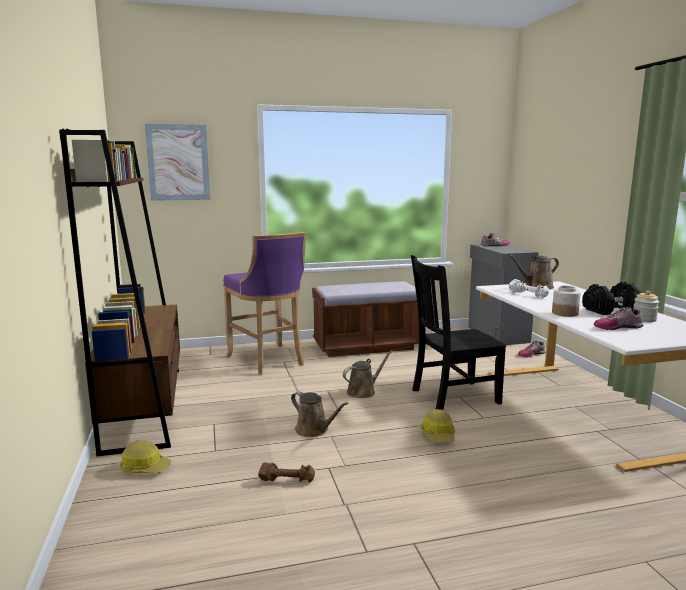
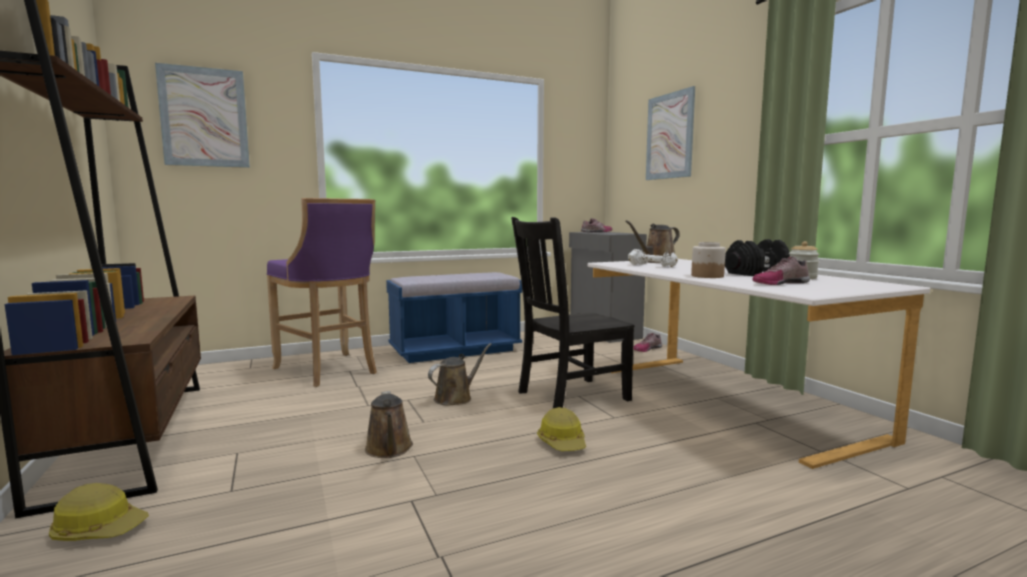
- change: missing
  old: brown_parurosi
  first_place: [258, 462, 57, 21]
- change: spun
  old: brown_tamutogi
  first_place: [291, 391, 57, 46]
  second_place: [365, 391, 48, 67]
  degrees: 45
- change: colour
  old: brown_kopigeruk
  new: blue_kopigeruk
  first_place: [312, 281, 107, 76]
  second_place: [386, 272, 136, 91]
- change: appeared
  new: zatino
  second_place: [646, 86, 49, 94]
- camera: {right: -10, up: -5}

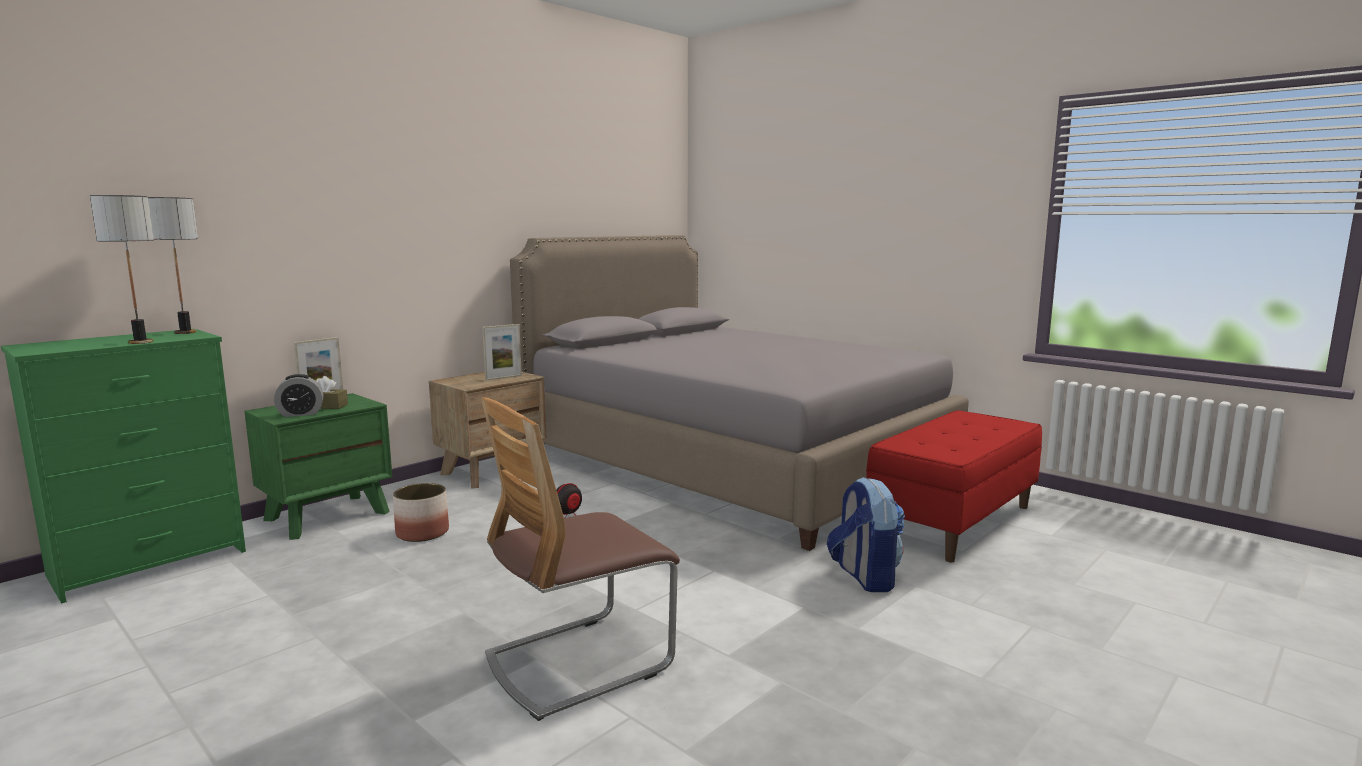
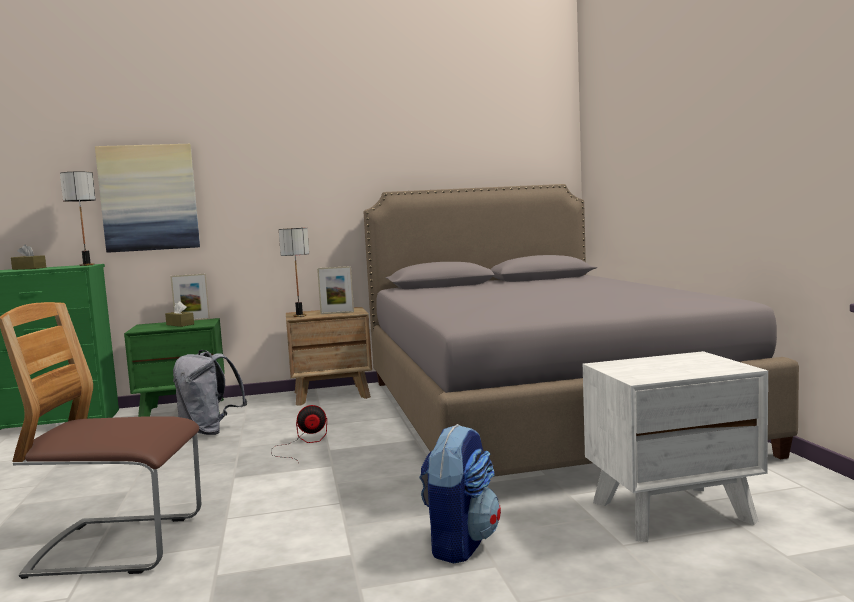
- change: relocated
  old: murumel
  first_place: [90, 195, 64, 149]
  second_place: [279, 228, 30, 89]
- change: missing
  old: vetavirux
  first_place: [274, 374, 49, 43]
- change: exchanged
  old: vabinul
  new: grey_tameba
  first_place: [393, 483, 56, 59]
  second_place: [173, 350, 74, 85]
- change: exchanged
  old: red_kopigeruk
  new: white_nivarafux
  first_place: [866, 410, 176, 152]
  second_place: [583, 351, 185, 191]
- change: appeared
  new: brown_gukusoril
  second_place: [11, 244, 35, 26]
- change: appeared
  new: zatino
  second_place: [95, 144, 105, 109]
- camera: {right: 35, up: -5}

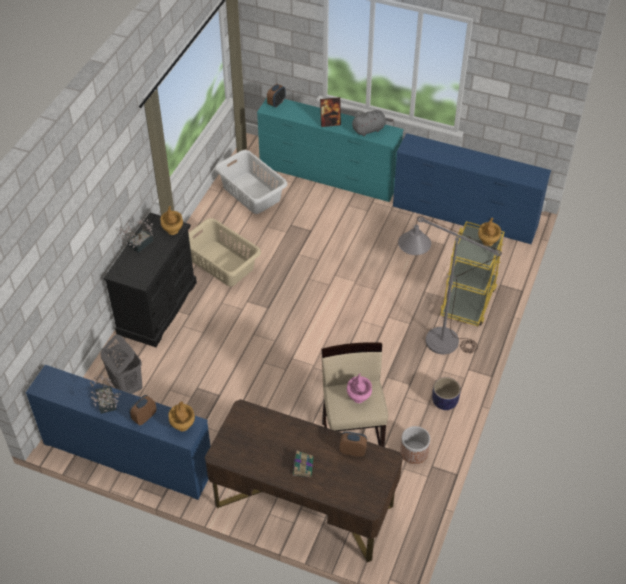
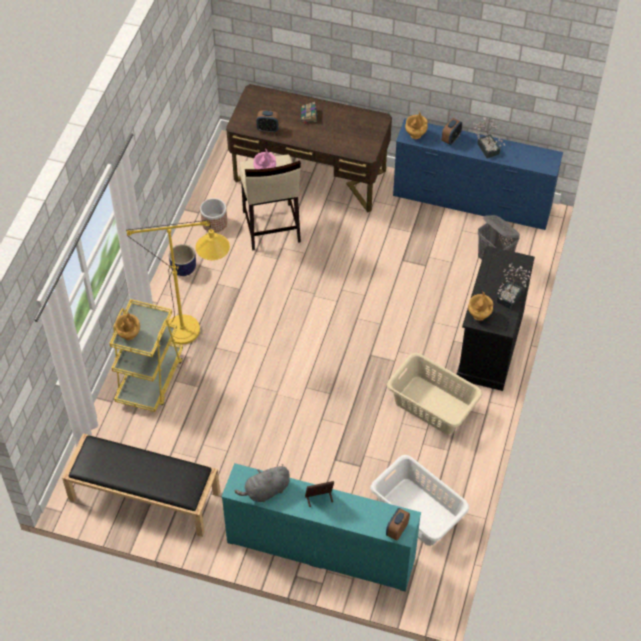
- change: exchanged
  old: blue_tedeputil
  new: black_kopigeruk
  first_place: [393, 133, 158, 111]
  second_place: [62, 433, 158, 104]
- change: colour
  old: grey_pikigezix
  new: yellow_pikigezix
  first_place: [398, 216, 104, 139]
  second_place: [126, 220, 104, 124]
- camera: {right: 175, up: 5}

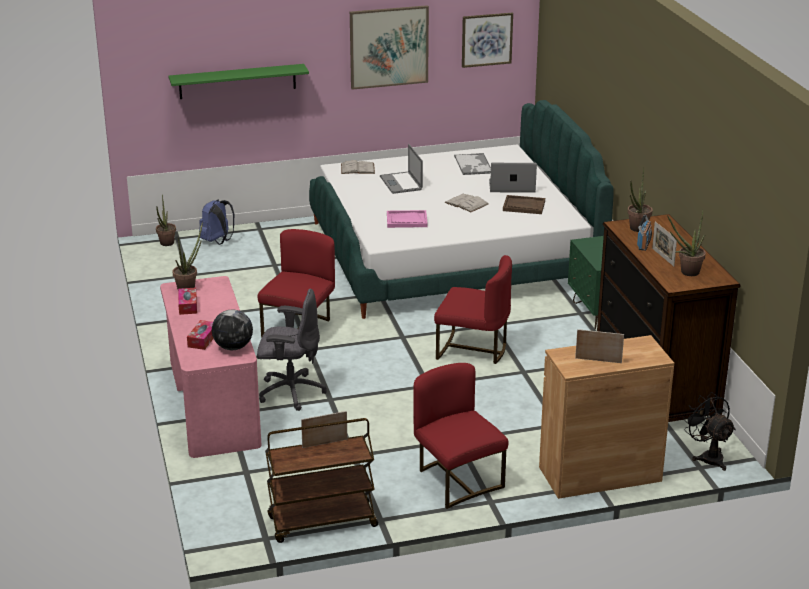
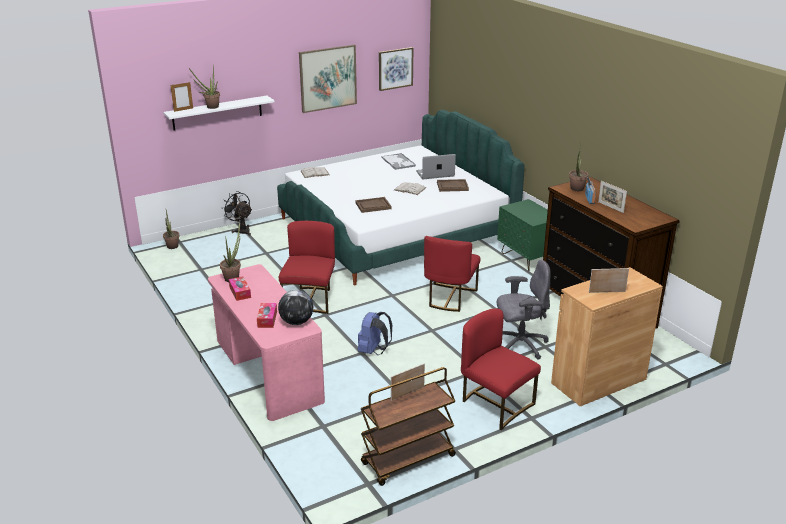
- change: colour
  old: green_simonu
  new: white_simonu
  first_place: [168, 64, 141, 35]
  second_place: [163, 95, 111, 36]
- change: relocated
  old: blue_tameba
  first_place: [199, 200, 35, 45]
  second_place: [357, 312, 35, 43]
- change: relocated
  old: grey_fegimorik
  first_place: [257, 289, 70, 122]
  second_place: [497, 260, 53, 100]
- change: missing
  old: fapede
  first_place: [380, 144, 43, 50]
- change: colour
  old: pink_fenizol
  new: brown_fenizol
  first_place: [387, 210, 41, 18]
  second_place: [355, 197, 37, 16]
- change: spun
  old: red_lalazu
  first_place: [434, 255, 78, 109]
  second_place: [424, 236, 56, 76]
  degrees: 105
- change: relocated
  old: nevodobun
  first_place: [667, 211, 39, 65]
  second_place: [189, 66, 31, 43]
- change: relocated
  old: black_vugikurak
  first_place: [683, 392, 53, 79]
  second_place: [222, 192, 30, 44]
- change: appeared
  new: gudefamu
  second_place: [171, 82, 22, 30]
- camera: {right: -15, up: 0}

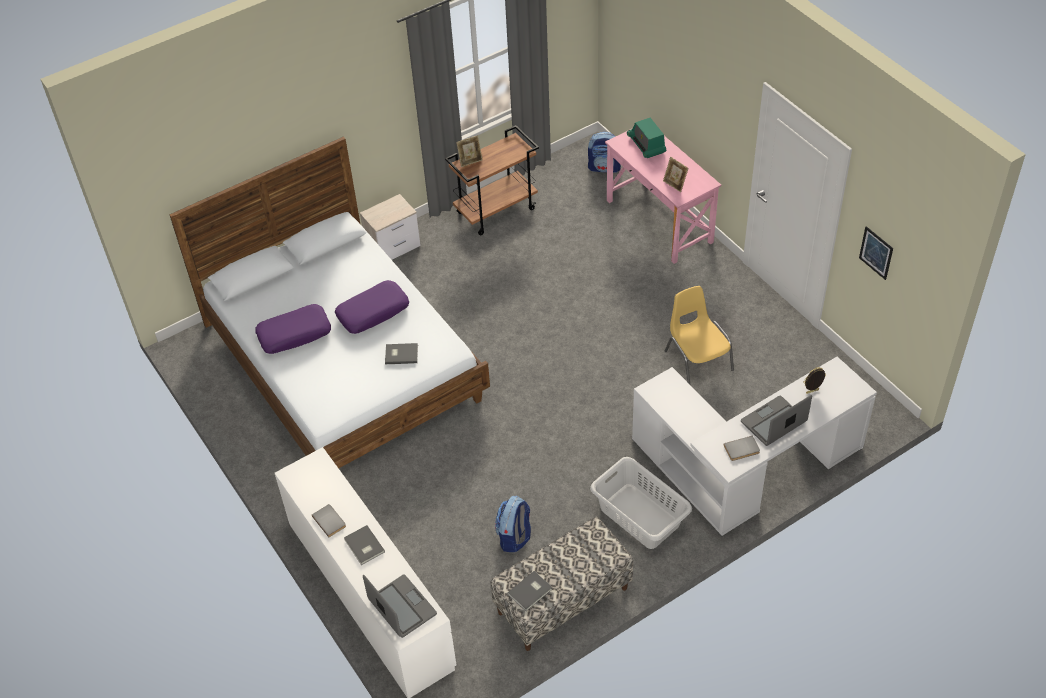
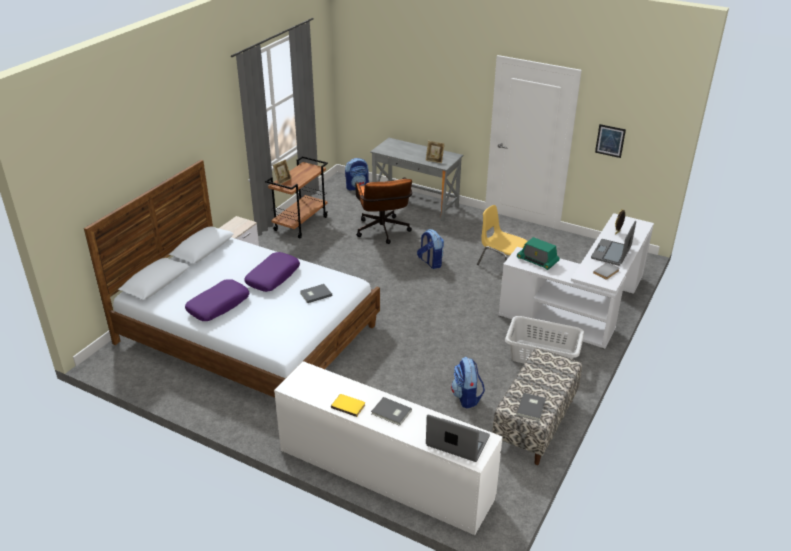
- change: colour
  old: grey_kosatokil
  new: yellow_kosatokil
  first_place: [312, 504, 34, 33]
  second_place: [331, 394, 34, 23]
- change: colour
  old: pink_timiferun
  new: grey_timiferun
  first_place: [605, 128, 116, 136]
  second_place: [370, 138, 93, 83]
- change: relocated
  old: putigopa
  first_place: [627, 118, 39, 40]
  second_place: [517, 237, 43, 33]
- change: appeared
  new: brown_fegimorik
  second_place: [355, 177, 57, 67]
- change: appeared
  new: tameba
  second_place: [417, 229, 27, 40]
- camera: {right: -30, up: -15}

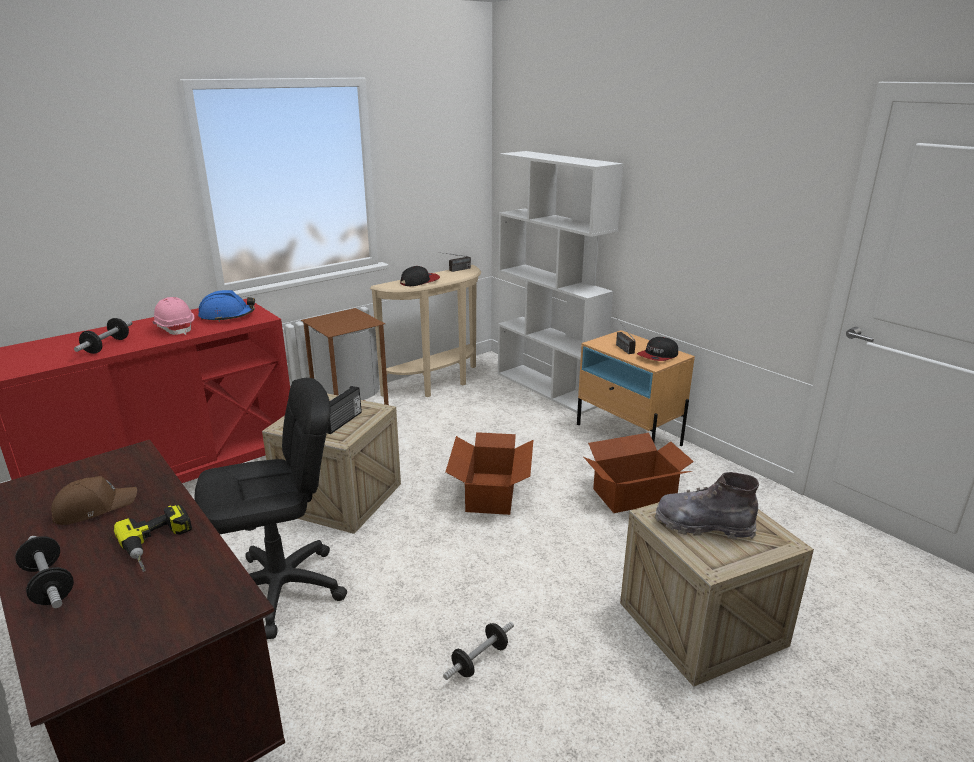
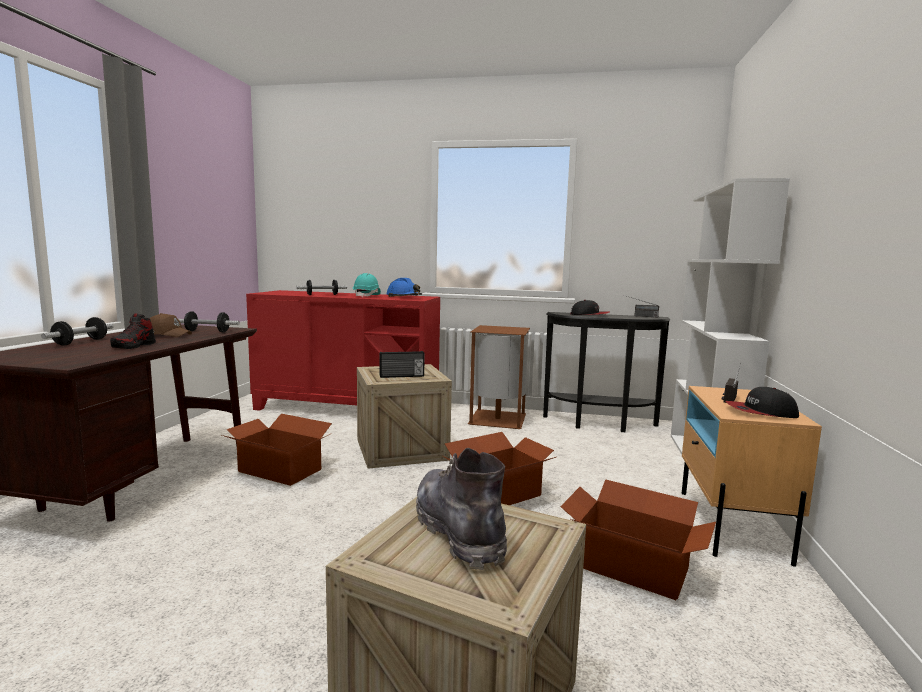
- change: exchanged
  old: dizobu
  new: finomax
  first_place: [114, 504, 78, 68]
  second_place: [110, 313, 46, 36]
- change: colour
  old: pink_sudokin
  new: turquoise_sudokin
  first_place: [153, 297, 41, 38]
  second_place: [353, 273, 28, 25]
- change: exchanged
  old: black_fegimorik
  new: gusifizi
  first_place: [194, 378, 153, 261]
  second_place: [221, 414, 111, 72]
- change: colour
  old: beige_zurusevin
  new: black_zurusevin
  first_place: [370, 265, 111, 132]
  second_place: [543, 312, 127, 120]
- change: relocated
  old: parurosi
  first_place: [443, 622, 71, 58]
  second_place: [178, 311, 62, 21]
- camera: {right: 50, up: -15}

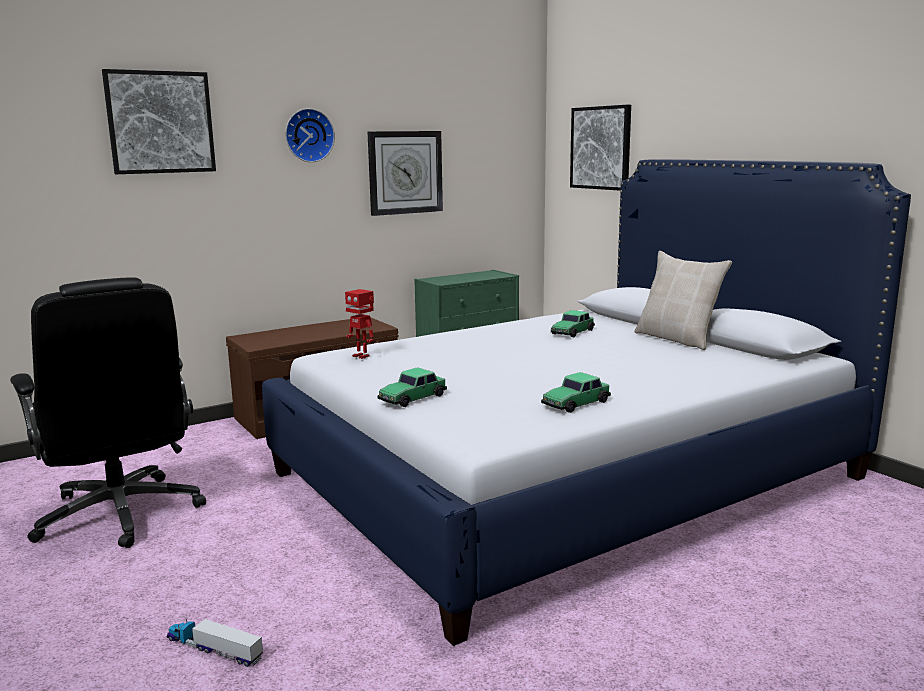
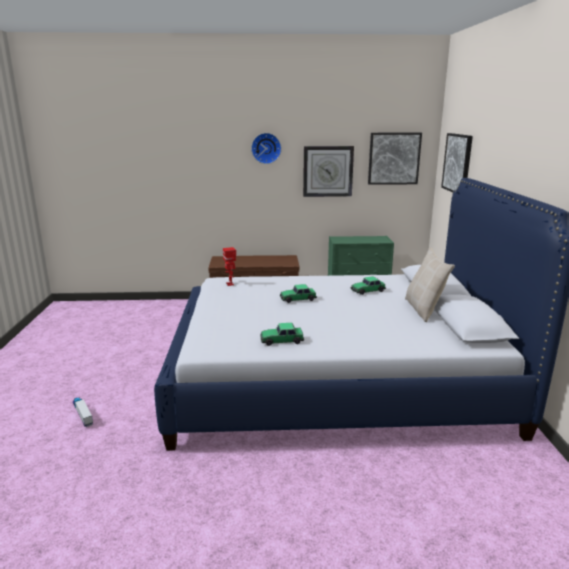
- change: missing
  old: black_fegimorik
  first_place: [10, 277, 196, 271]
- change: relocated
  old: zatino
  first_place: [102, 69, 114, 105]
  second_place: [368, 133, 54, 52]
- change: relocated
  old: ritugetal
  first_place: [377, 367, 70, 40]
  second_place: [280, 284, 37, 19]
- camera: {right: 30, up: 5}

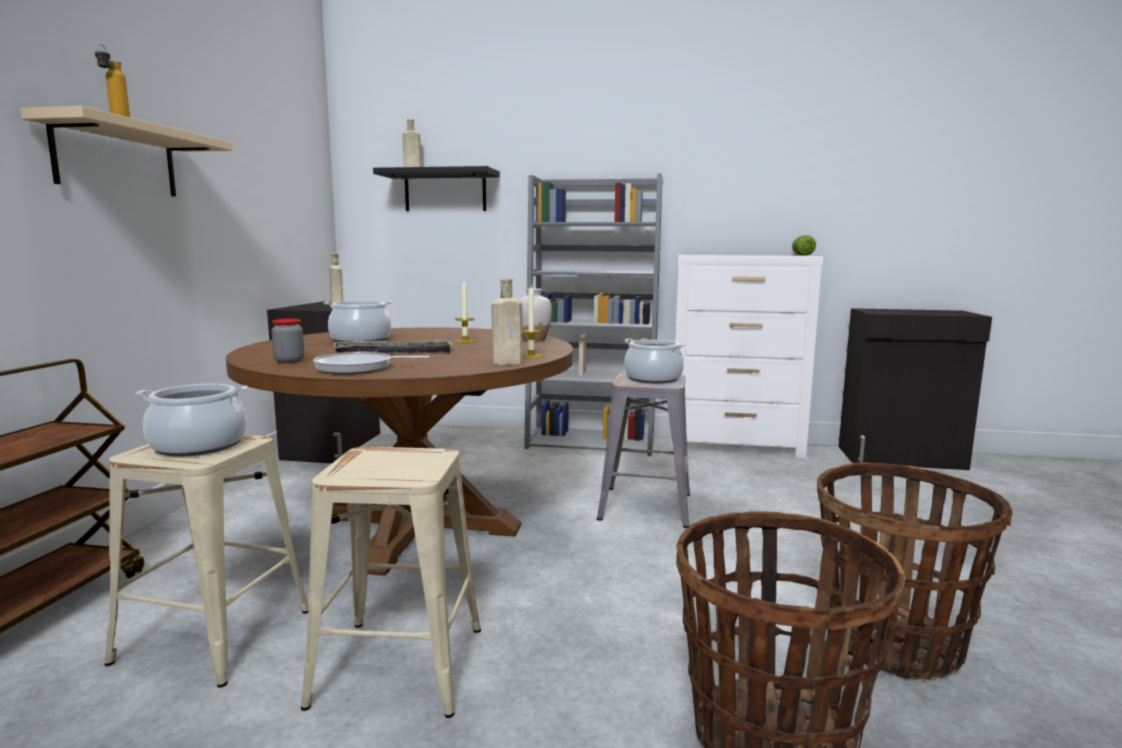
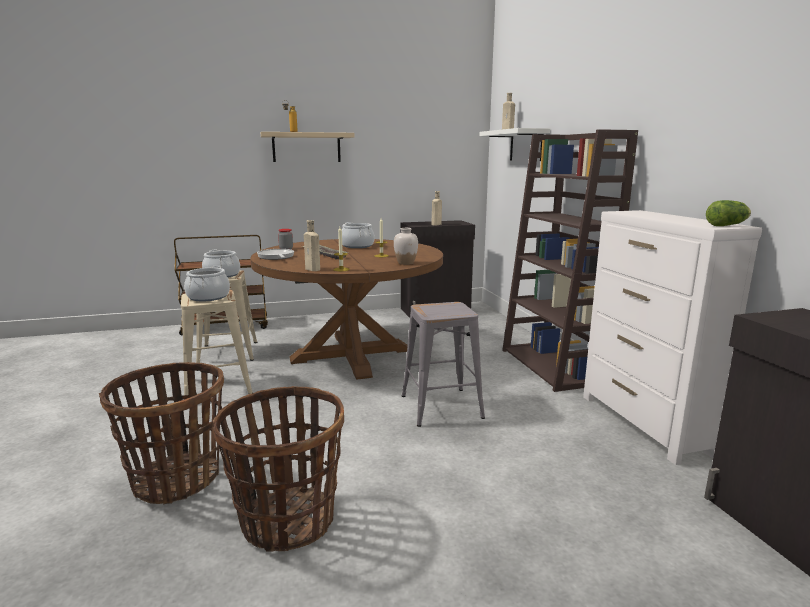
- change: colour
  old: black_simonu
  new: white_simonu
  first_place: [373, 166, 127, 45]
  second_place: [479, 128, 71, 33]
- change: colour
  old: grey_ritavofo
  new: brown_ritavofo
  first_place: [524, 174, 139, 282]
  second_place: [502, 129, 136, 263]
- change: relocated
  old: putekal
  first_place: [624, 339, 62, 45]
  second_place: [184, 266, 46, 35]
- camera: {right: 65, up: 5}

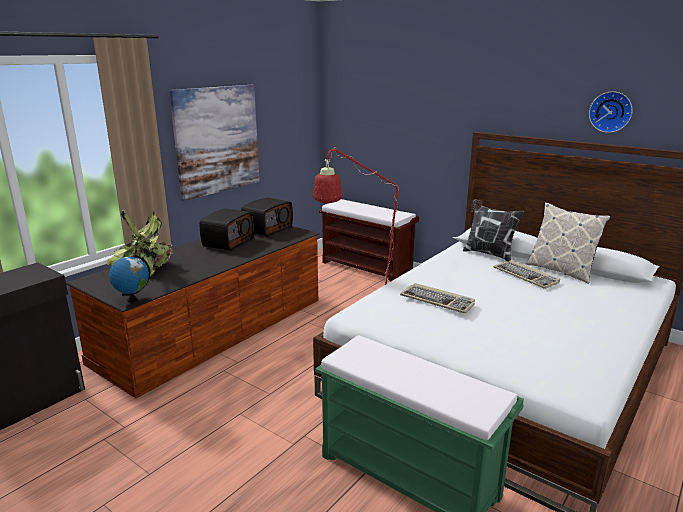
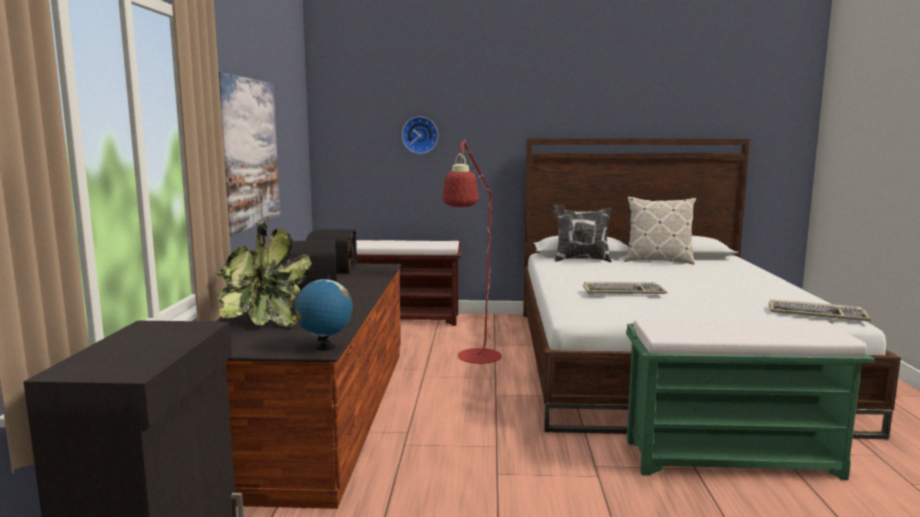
- change: relocated
  old: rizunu
  first_place: [493, 260, 67, 29]
  second_place: [768, 299, 103, 22]
- change: relocated
  old: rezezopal
  first_place: [589, 91, 43, 42]
  second_place: [402, 117, 36, 37]
- camera: {right: -35, up: -10}

